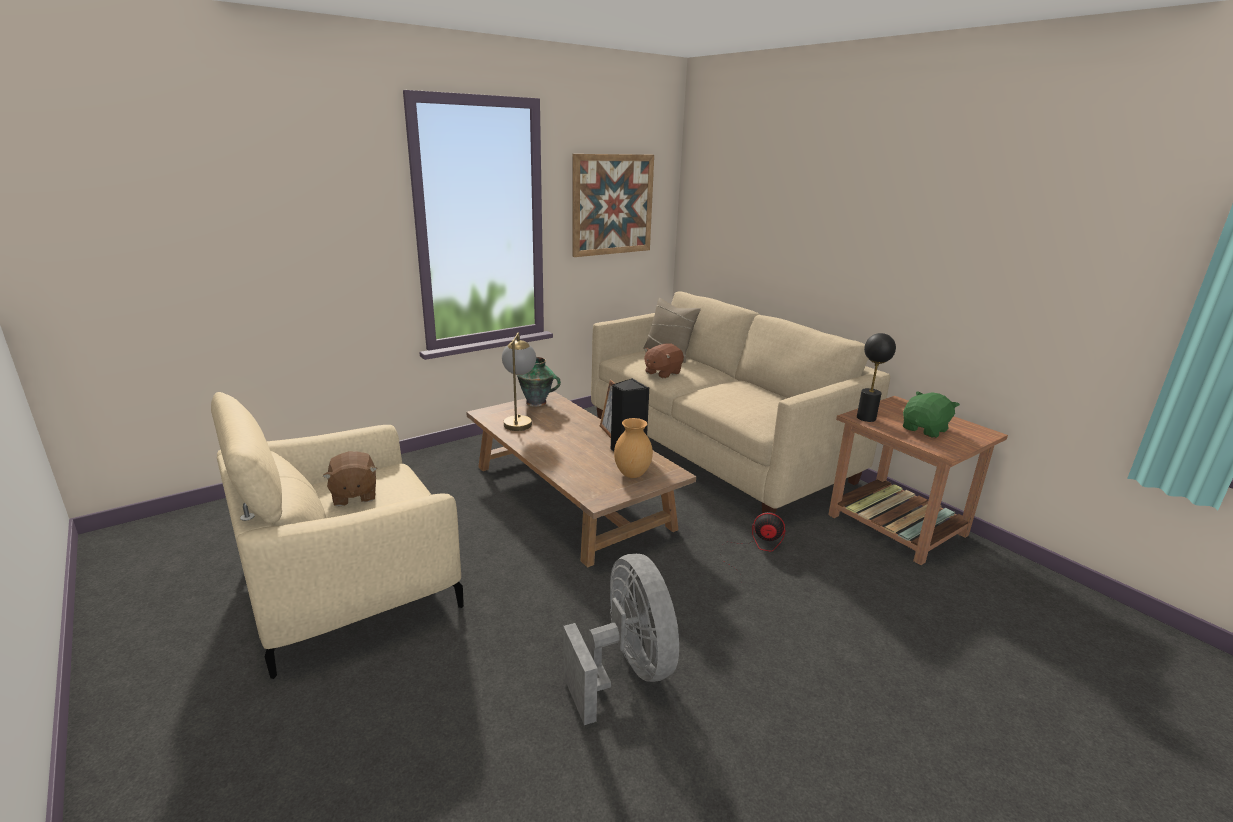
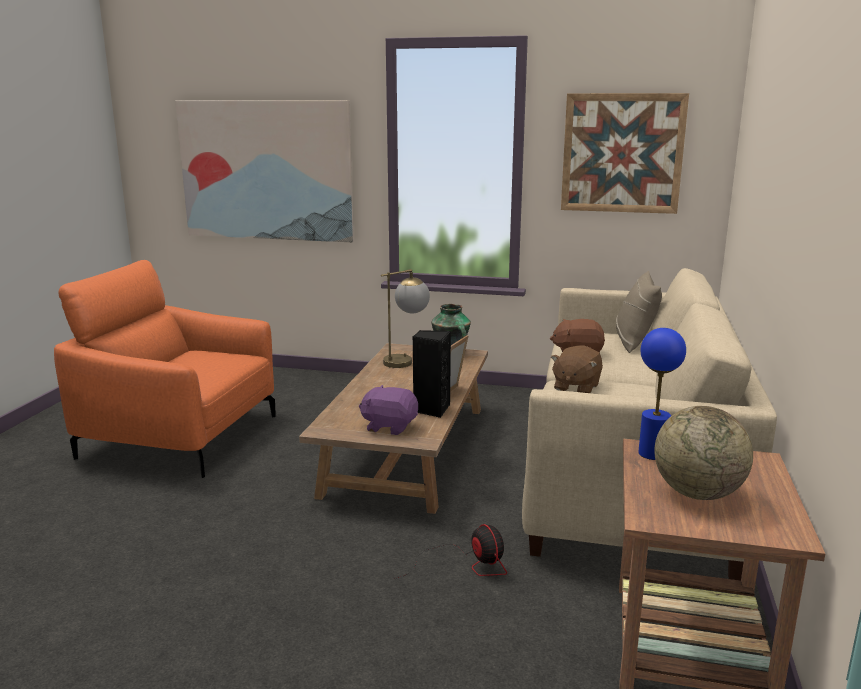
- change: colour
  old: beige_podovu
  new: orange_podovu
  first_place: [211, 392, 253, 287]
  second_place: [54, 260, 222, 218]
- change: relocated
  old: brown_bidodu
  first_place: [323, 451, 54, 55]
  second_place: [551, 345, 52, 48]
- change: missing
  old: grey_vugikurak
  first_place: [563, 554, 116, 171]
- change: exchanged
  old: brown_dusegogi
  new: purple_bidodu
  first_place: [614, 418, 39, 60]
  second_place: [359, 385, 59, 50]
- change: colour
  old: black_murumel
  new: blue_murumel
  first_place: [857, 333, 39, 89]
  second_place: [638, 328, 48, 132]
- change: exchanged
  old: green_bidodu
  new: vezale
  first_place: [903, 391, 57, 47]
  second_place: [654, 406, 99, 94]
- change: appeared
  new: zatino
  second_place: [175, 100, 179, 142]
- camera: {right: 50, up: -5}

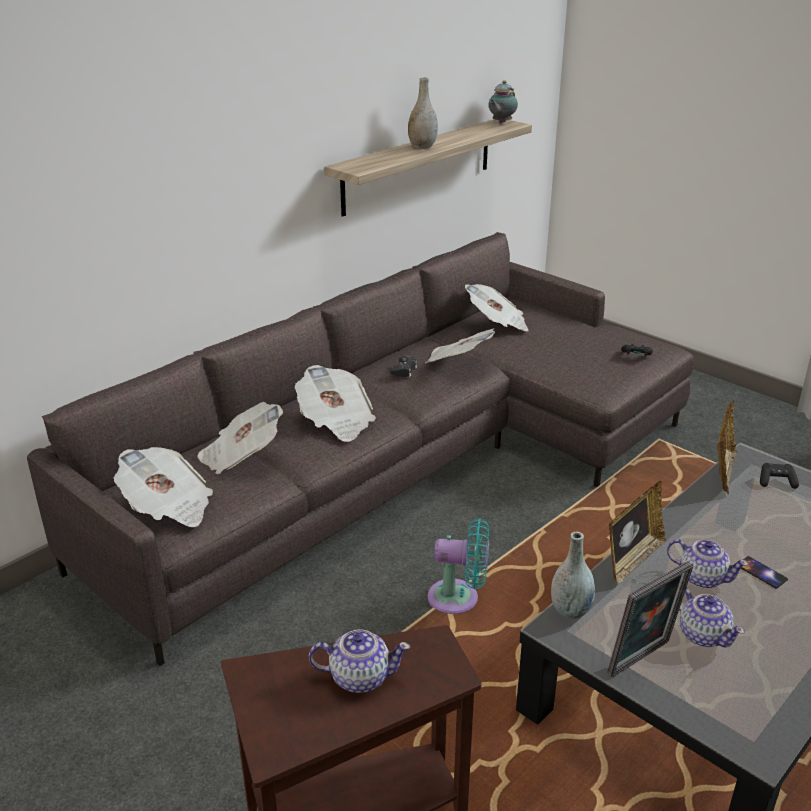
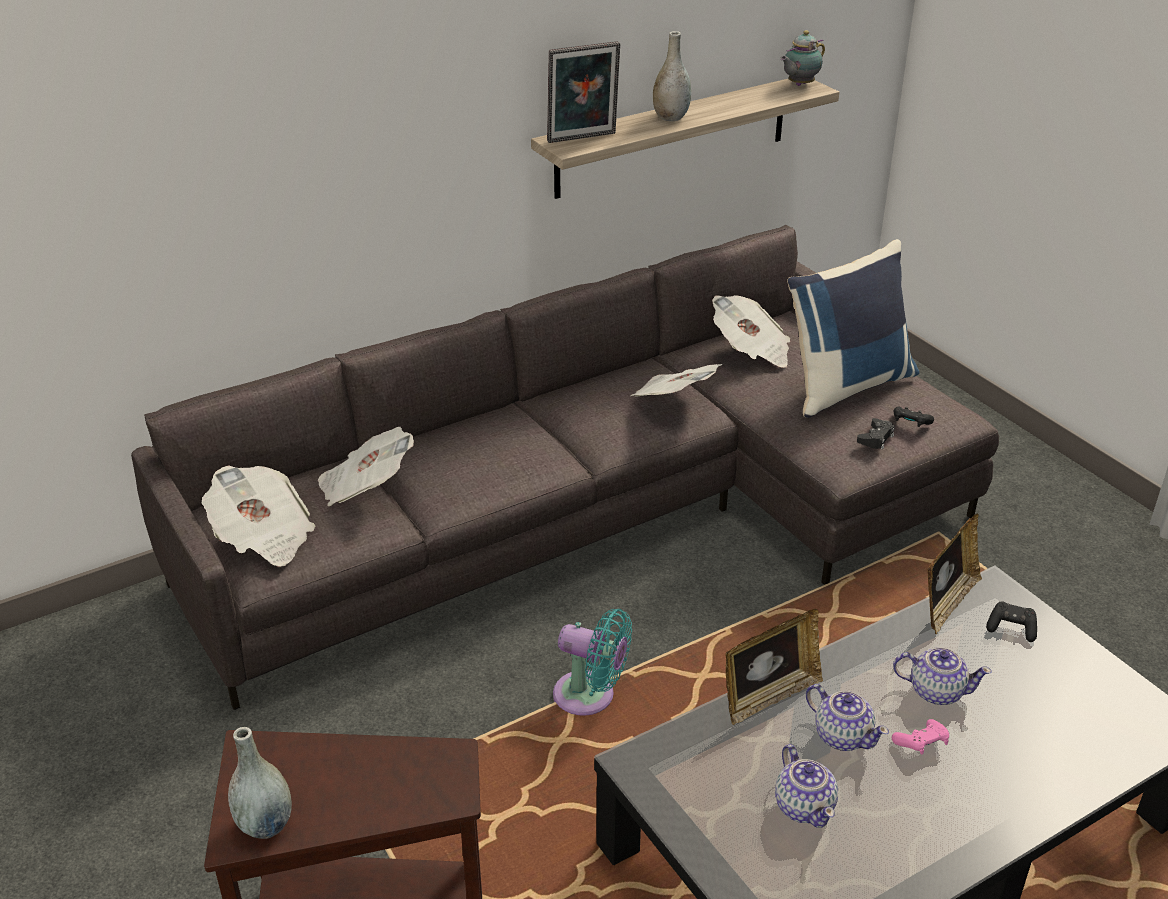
- change: missing
  old: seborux
  first_place: [295, 365, 81, 77]
- change: relocated
  old: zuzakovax
  first_place: [309, 629, 101, 64]
  second_place: [893, 647, 99, 58]
- change: relocated
  old: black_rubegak
  first_place: [390, 356, 27, 21]
  second_place: [857, 418, 38, 31]
- change: relocated
  old: grey_dusegogi
  first_place: [551, 532, 44, 87]
  second_place: [228, 727, 64, 112]
- change: relocated
  old: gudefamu
  first_place: [607, 561, 87, 116]
  second_place: [547, 41, 73, 102]
- change: exchanged
  old: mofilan
  new: pink_rubegak
  first_place: [741, 556, 47, 33]
  second_place: [892, 719, 57, 35]
- change: appeared
  new: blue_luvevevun
  second_place: [787, 239, 133, 179]
- camera: {right: 15, up: 5}

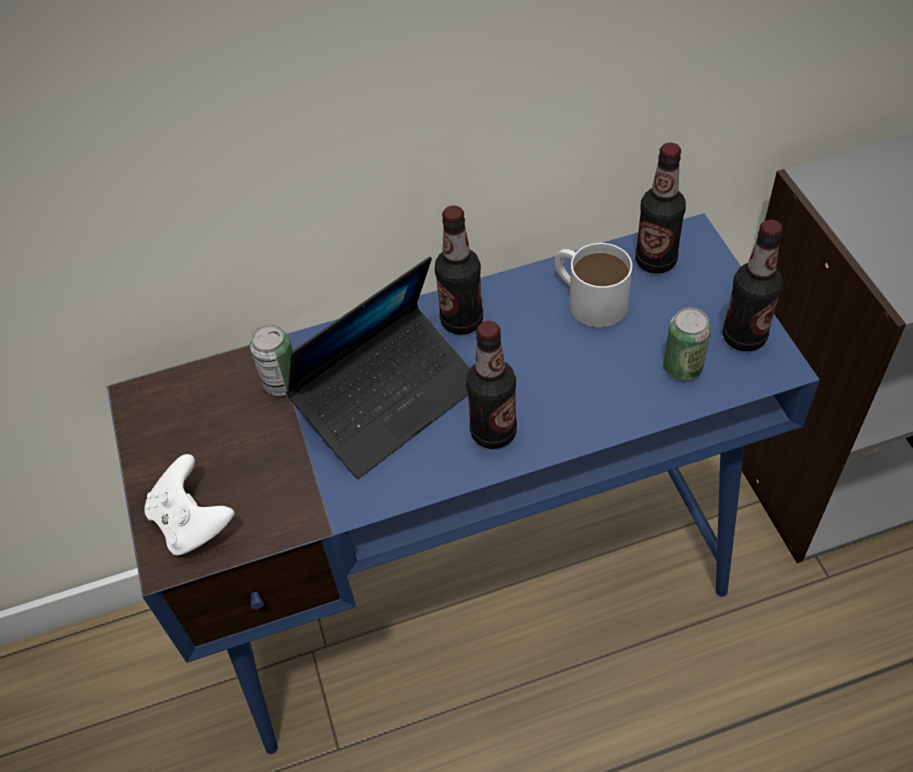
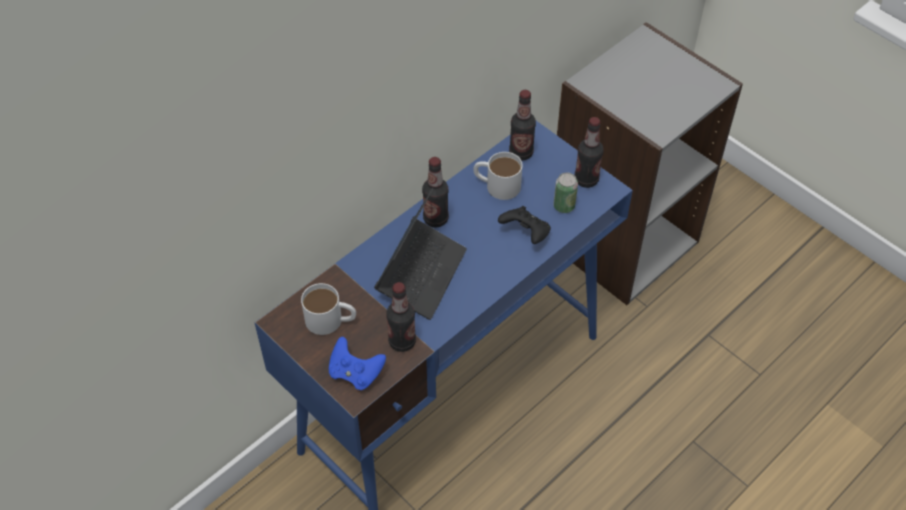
- change: colour
  old: white_rubegak
  new: blue_rubegak
  first_place: [144, 454, 91, 101]
  second_place: [329, 337, 57, 53]
- change: missing
  old: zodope
  first_place: [250, 324, 43, 72]
- change: relocated
  old: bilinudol
  first_place: [466, 321, 51, 128]
  second_place: [386, 282, 30, 70]
- change: appeared
  new: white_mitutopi
  second_place: [301, 283, 55, 52]
- change: appeared
  new: black_rubegak
  second_place: [498, 206, 53, 38]
- camera: {right: -30, up: 0}

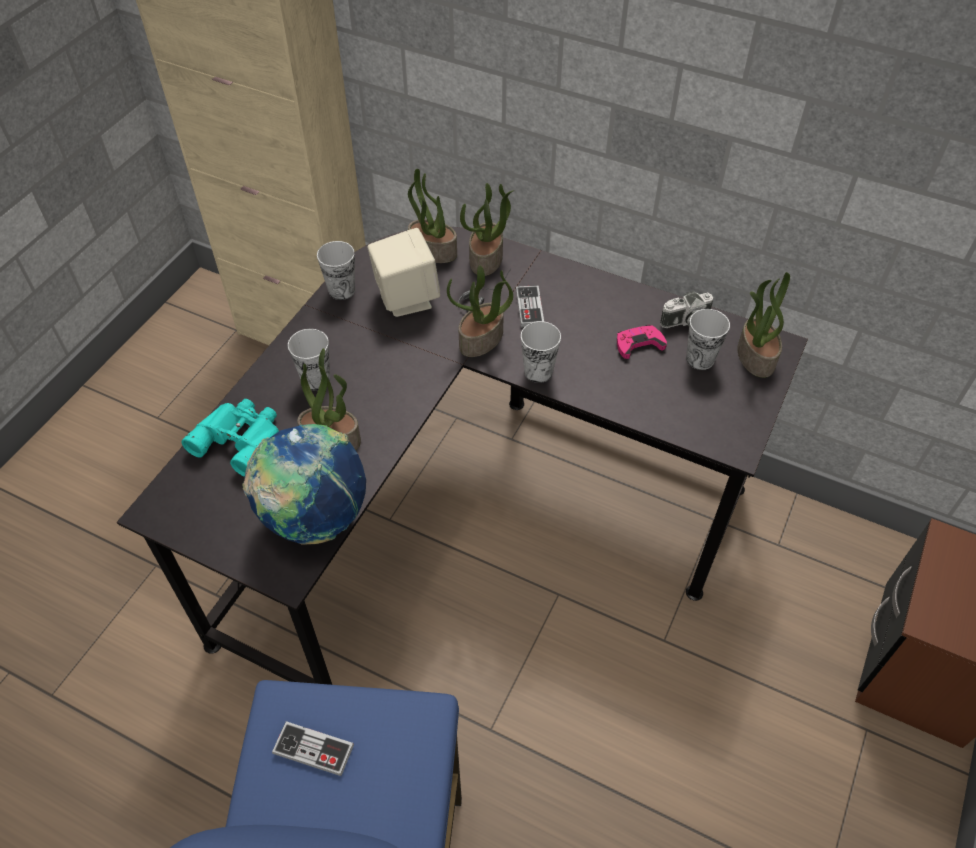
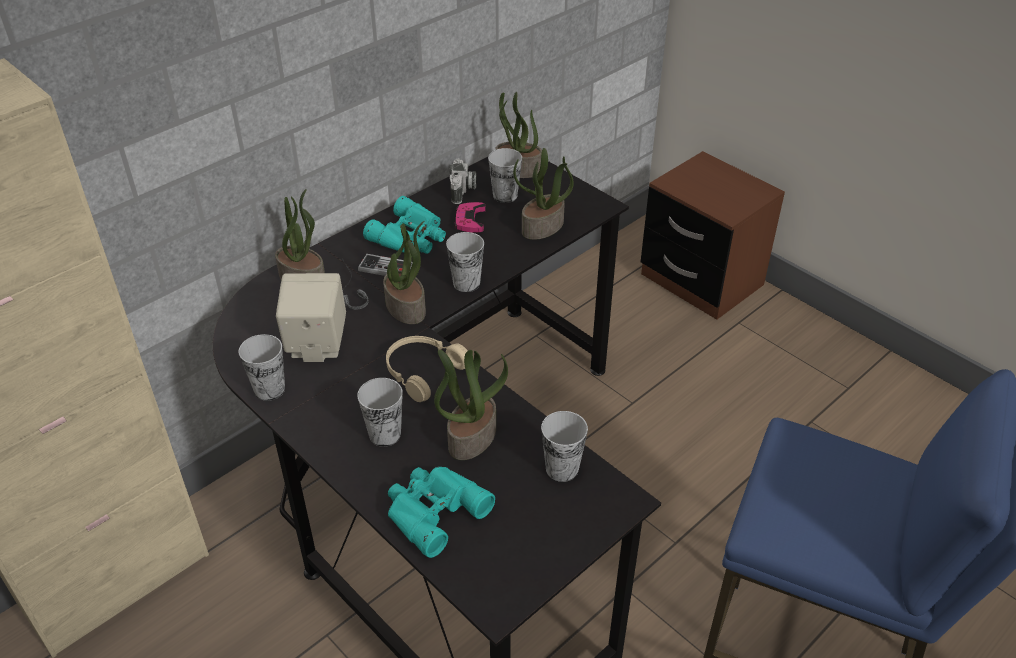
- change: exchanged
  old: vezale
  new: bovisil
  first_place: [242, 424, 124, 121]
  second_place: [541, 411, 47, 71]
- change: missing
  old: rubegak
  first_place: [272, 721, 82, 55]
- change: relocated
  old: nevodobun
  first_place: [408, 169, 49, 94]
  second_place: [513, 148, 61, 92]
- change: appeared
  new: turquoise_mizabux
  second_place: [363, 196, 83, 58]
- change: appeared
  new: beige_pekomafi
  second_place: [386, 336, 81, 66]
- camera: {right: -70, up: -10}

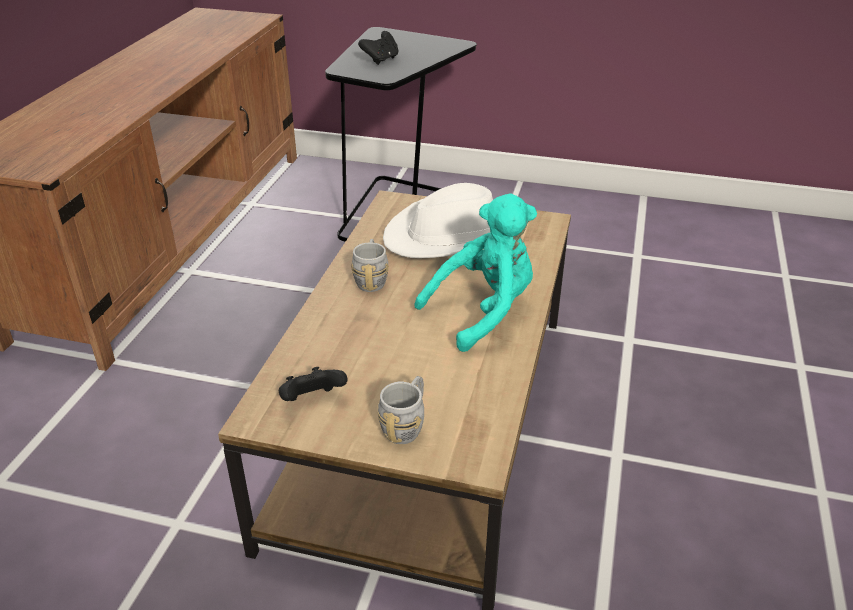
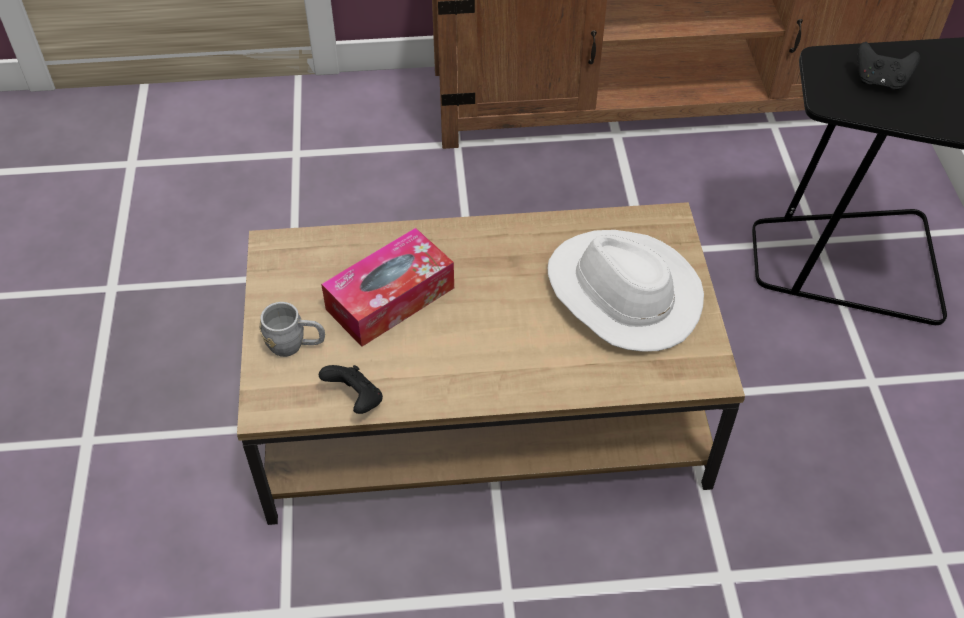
- change: relocated
  old: black_rubegak
  first_place: [279, 367, 68, 34]
  second_place: [319, 365, 64, 49]
- change: missing
  old: grey_mitutopi
  first_place: [351, 239, 38, 53]
- change: missing
  old: turquoise_bidodu
  first_place: [415, 194, 122, 158]
- change: appeared
  new: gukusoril
  second_place: [321, 228, 133, 119]
- camera: {right: 70, up: 15}

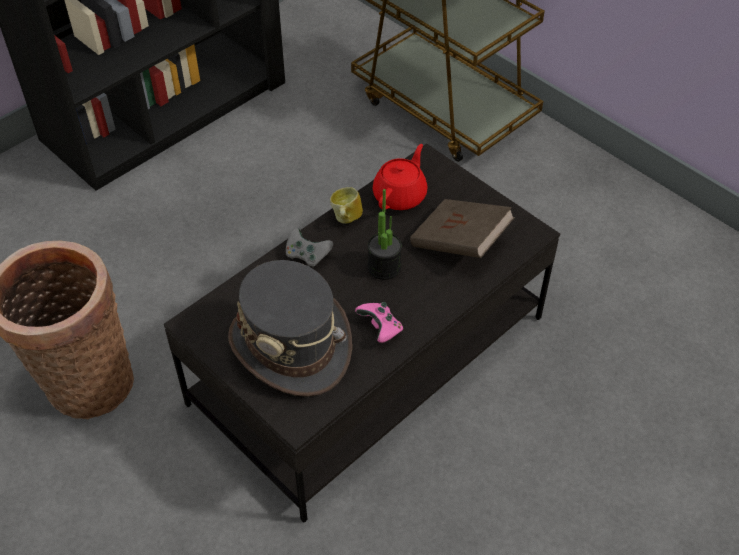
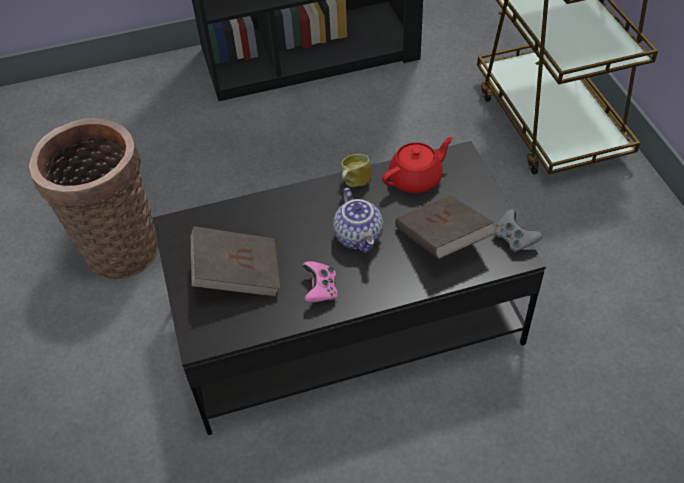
- change: exchanged
  old: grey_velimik
  new: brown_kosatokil
  first_place: [228, 260, 124, 137]
  second_place: [190, 226, 90, 71]
- change: relocated
  old: grey_rubegak
  first_place: [286, 227, 47, 41]
  second_place: [494, 209, 49, 44]
- change: exchanged
  old: nevodobun
  new: zuzakovax
  first_place: [367, 189, 35, 91]
  second_place: [333, 188, 50, 65]
- camera: {right: 30, up: 0}

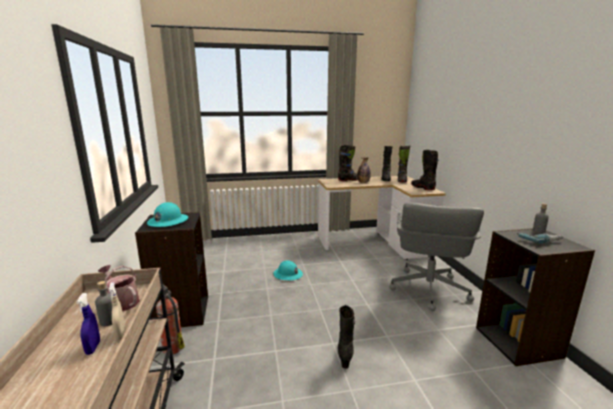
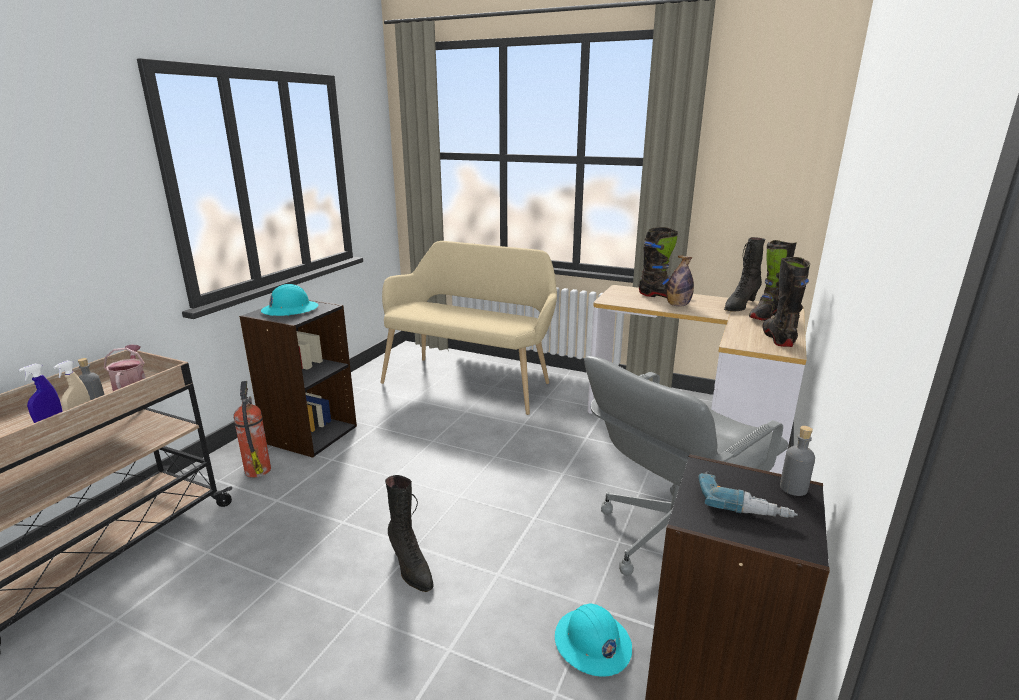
- change: relocated
  old: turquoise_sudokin
  first_place: [273, 260, 30, 20]
  second_place: [555, 603, 77, 74]
- change: spun
  old: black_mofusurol
  first_place: [338, 305, 17, 64]
  second_place: [385, 475, 48, 117]
  degrees: 105
- change: appeared
  new: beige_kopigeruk
  second_place: [381, 241, 176, 174]
- camera: {right: 35, up: 5}

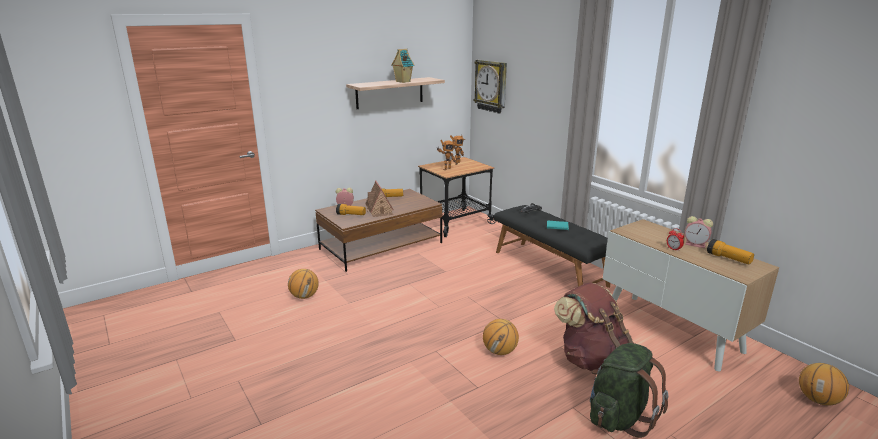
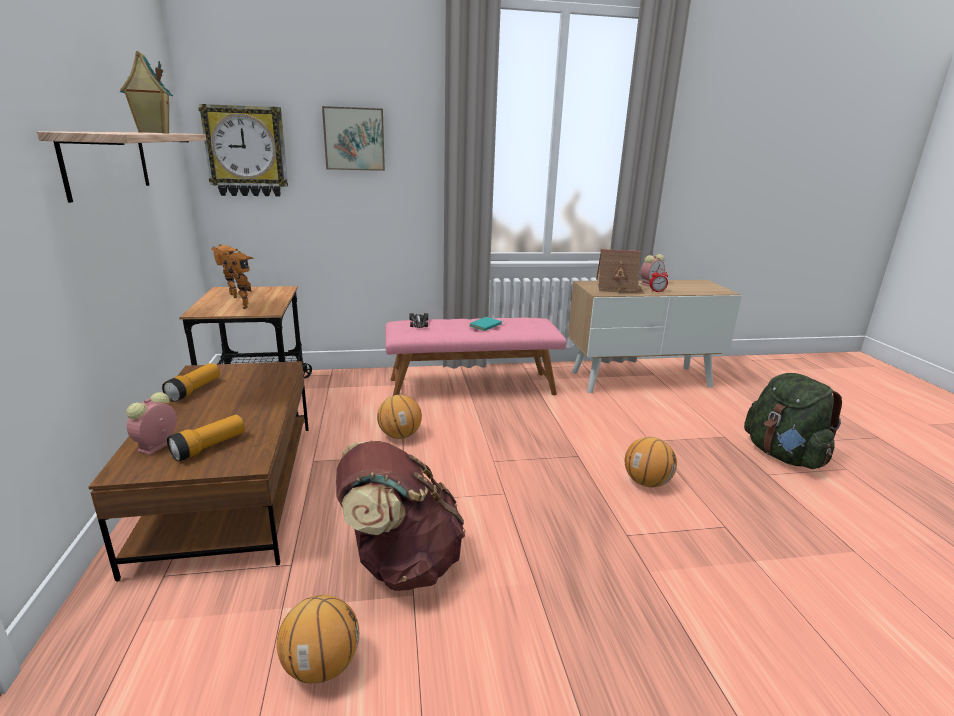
- change: relocated
  old: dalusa
  first_place: [365, 180, 29, 37]
  second_place: [596, 249, 49, 45]
- change: colour
  old: black_kopigeruk
  new: pink_kopigeruk
  first_place: [494, 205, 116, 83]
  second_place: [385, 318, 182, 78]
- change: relocated
  old: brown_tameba
  first_place: [554, 283, 80, 88]
  second_place: [336, 441, 130, 150]
- change: missing
  old: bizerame
  first_place: [707, 239, 47, 26]
- change: relocated
  old: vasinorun
  first_place: [799, 363, 50, 43]
  second_place: [377, 395, 45, 44]
- change: appeared
  new: zatino
  second_place: [322, 106, 63, 65]
- camera: {right: -65, up: 0}

